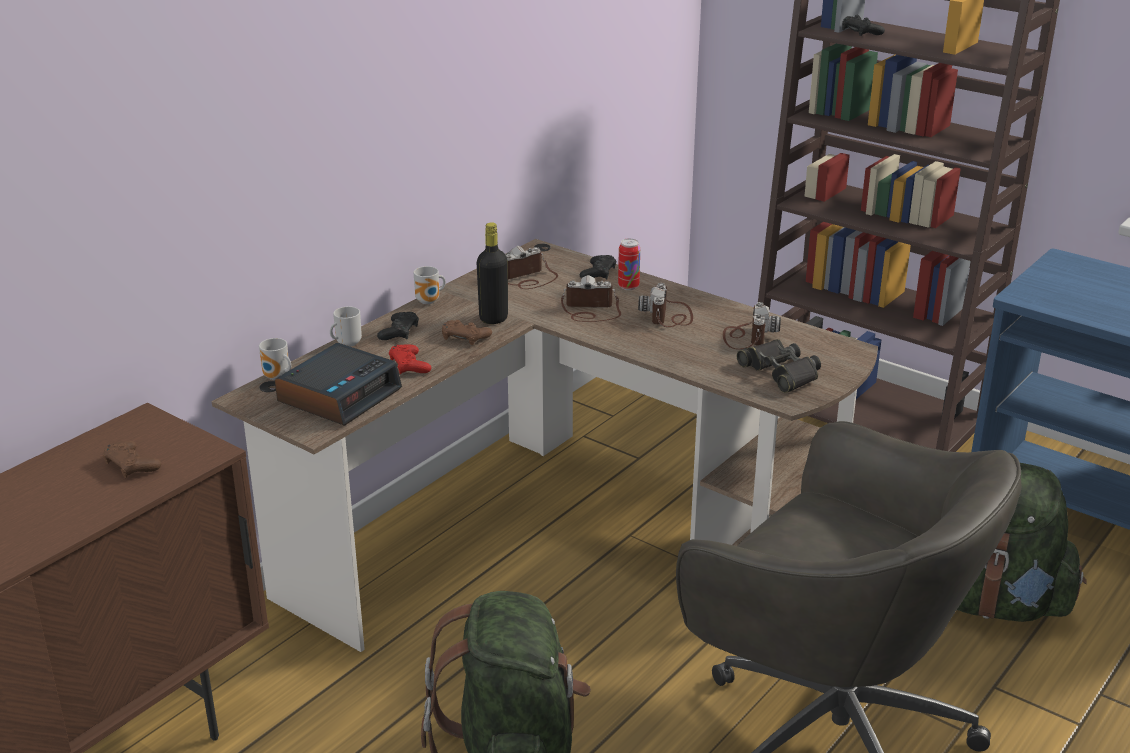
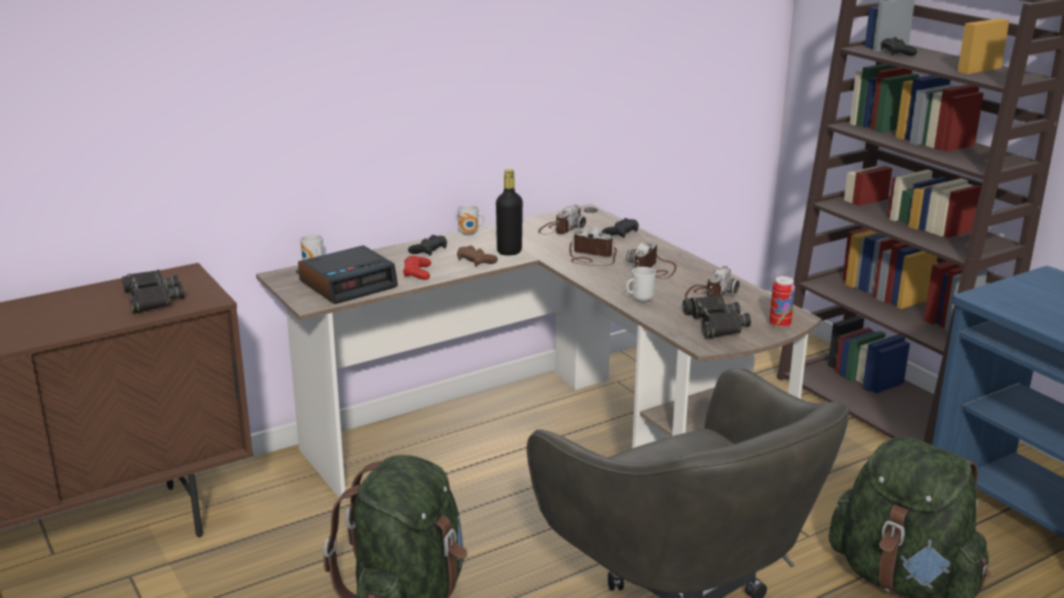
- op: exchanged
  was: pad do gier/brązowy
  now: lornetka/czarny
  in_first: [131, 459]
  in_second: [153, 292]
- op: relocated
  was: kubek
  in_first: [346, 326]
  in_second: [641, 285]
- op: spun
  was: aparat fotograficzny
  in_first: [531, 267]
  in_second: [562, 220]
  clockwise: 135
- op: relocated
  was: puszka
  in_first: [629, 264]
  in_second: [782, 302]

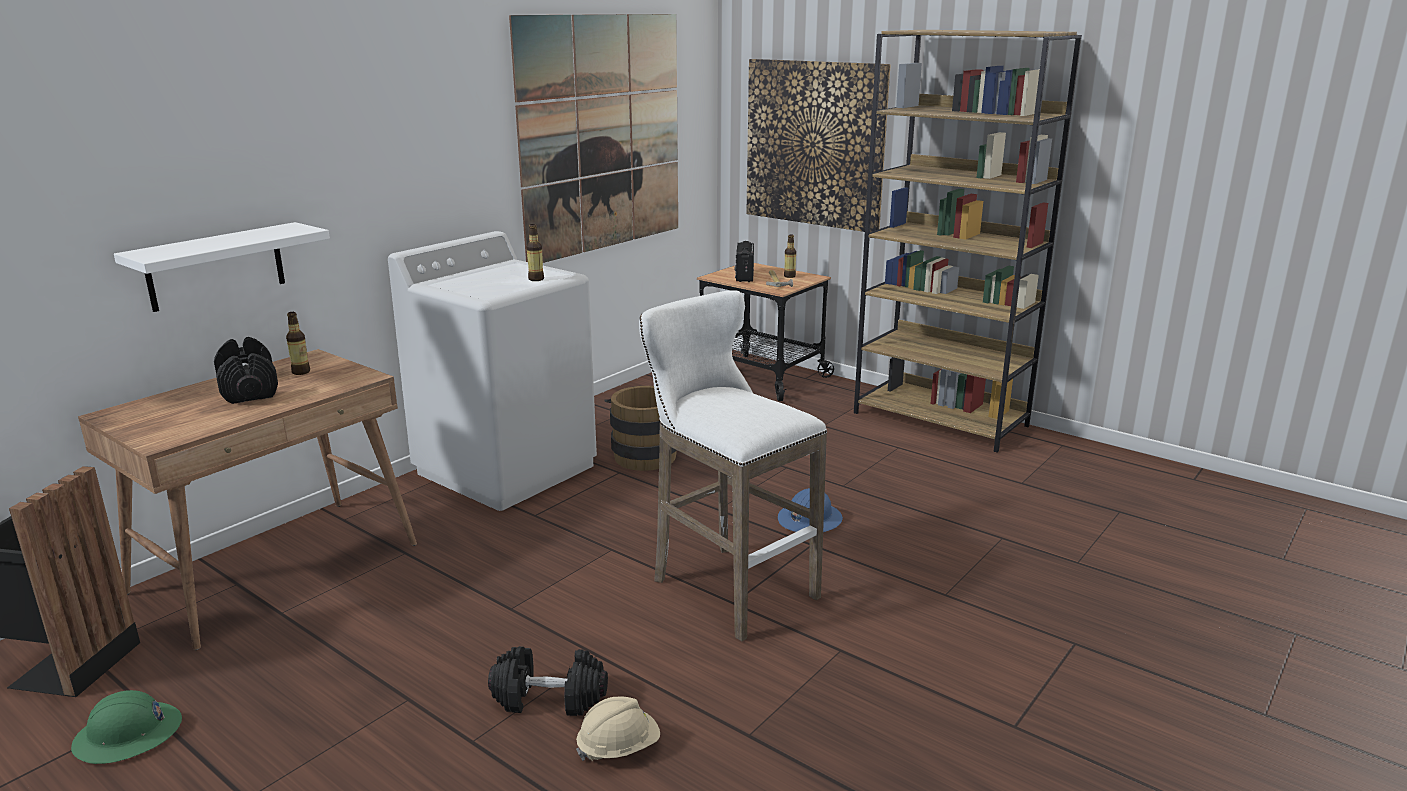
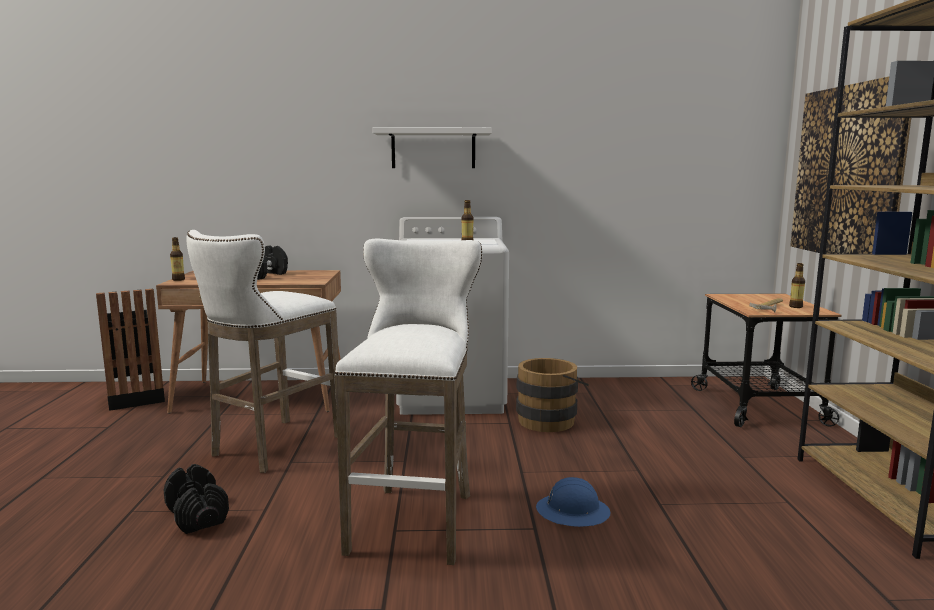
- op: missing
  was: kask/zielony
  in_first: [126, 727]
- op: relocated
  was: półka/biały
  in_first: [222, 267]
  in_second: [432, 147]
- op: relocated
  was: butelka
  in_first: [298, 343]
  in_second: [177, 259]
- op: missing
  was: obraz
  in_first: [593, 138]
- op: missing
  was: kask/beżowy
  in_first: [618, 729]
- op: missing
  was: radio
  in_first: [744, 261]
- op: appeared
  now: stołek/biały
  in_second: [262, 351]

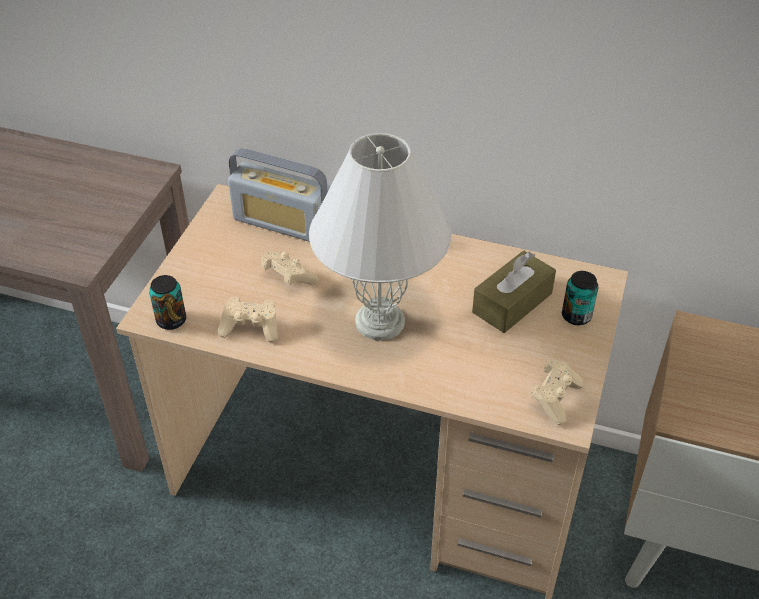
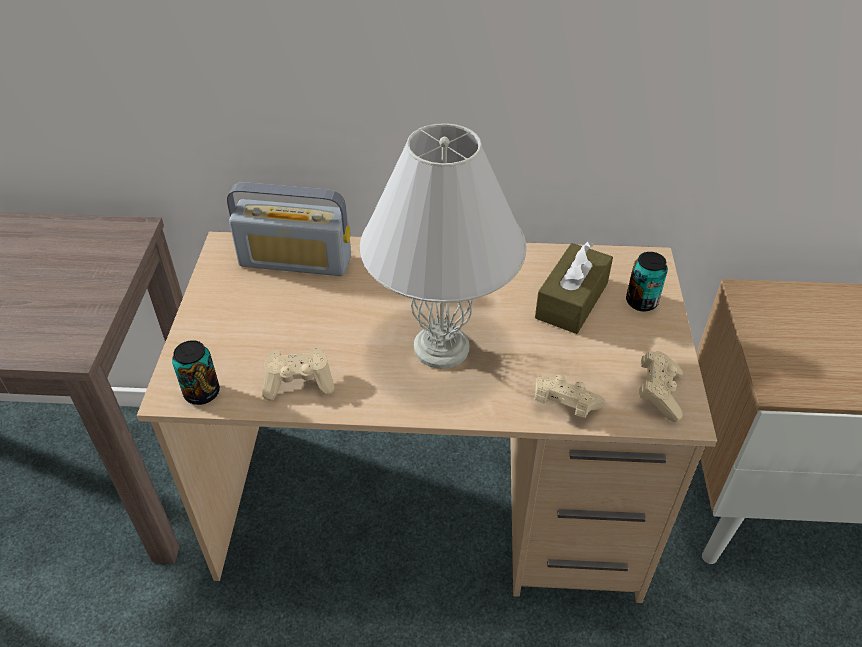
- op: relocated
  was: pad do gier/beżowy
  in_first: [289, 268]
  in_second: [570, 396]

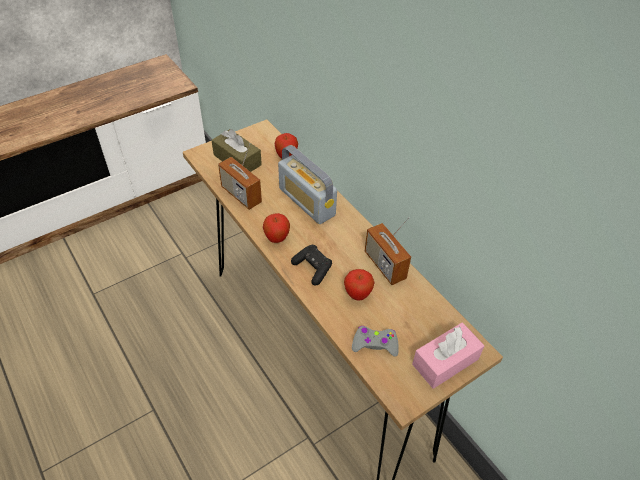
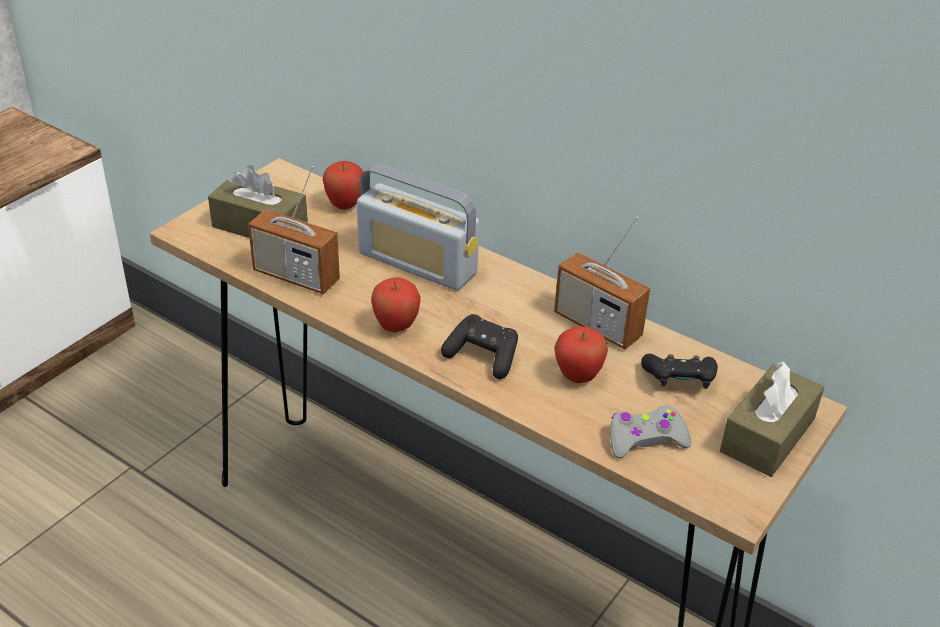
- op: colour
  was: pudełko chusteczek/różowy
  now: pudełko chusteczek/brązowy
  in_first: [448, 356]
  in_second: [772, 419]
- op: appeared
  now: pad do gier/czarny
  in_second: [679, 371]

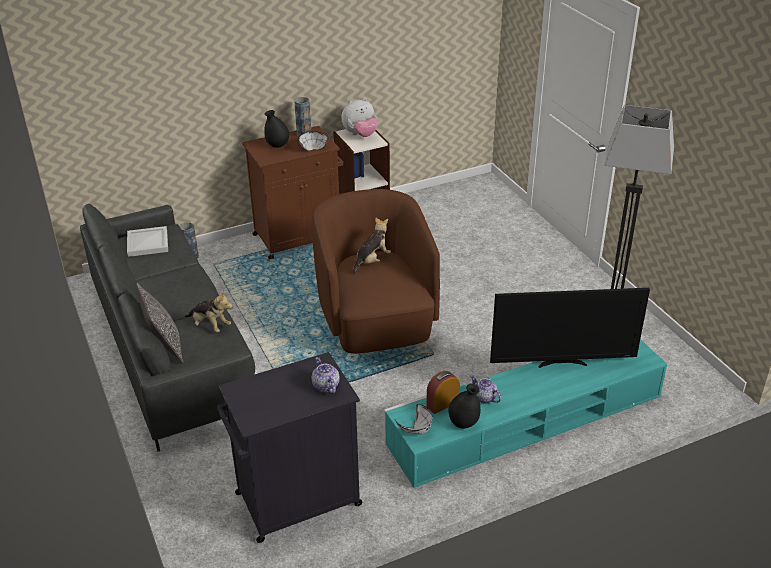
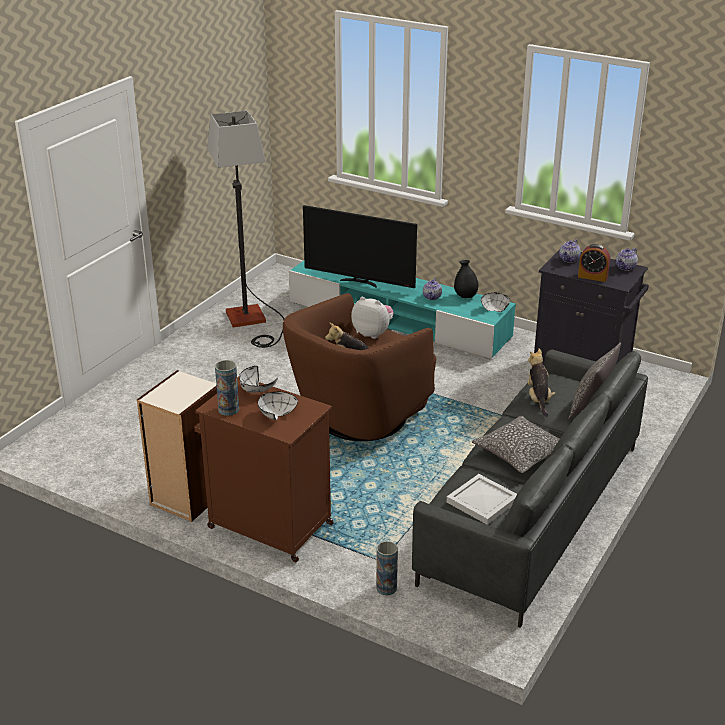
- op: exchanged
  was: wazon/czarny
  now: miska/biały
  in_first: [276, 129]
  in_second: [278, 406]
- op: relocated
  was: pluszak
  in_first: [359, 117]
  in_second: [372, 318]
- op: relocated
  was: budzik
  in_first: [443, 392]
  in_second: [594, 263]
- op: spun
  was: telewizor
  in_first: [570, 328]
  in_second: [360, 246]
  clockwise: 150
- op: appeared
  now: poduszka
  in_second: [515, 444]
- op: appeared
  now: imbryk
  in_second: [627, 259]

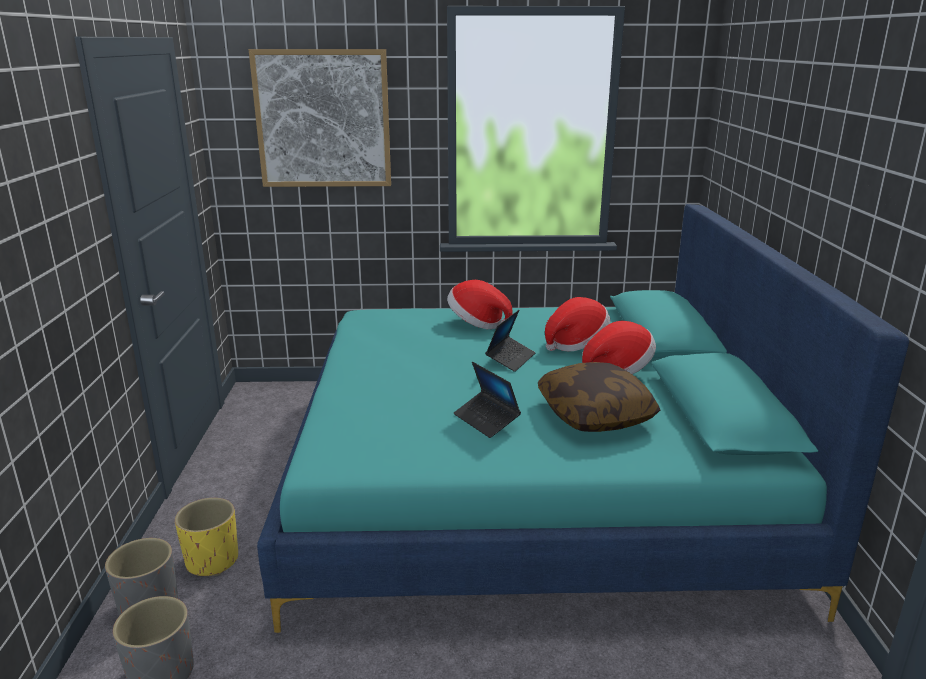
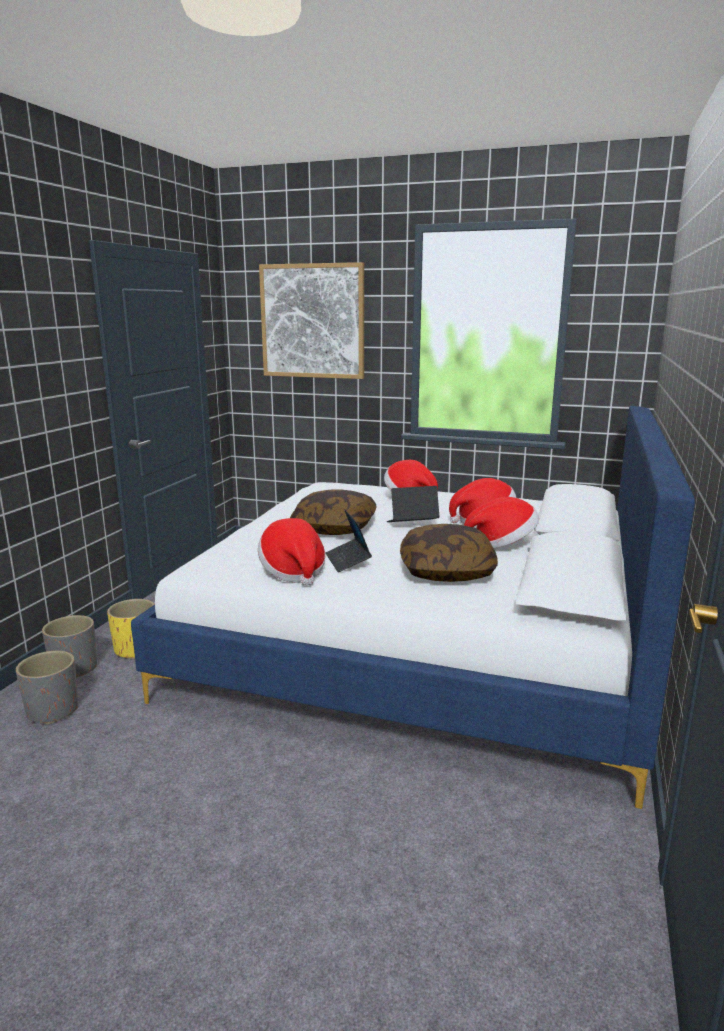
- op: colour
  was: łóżko/turkusowy
  now: łóżko/biały
  in_first: [583, 418]
  in_second: [413, 607]
- op: spun
  was: laptop
  in_first: [510, 341]
  in_second: [413, 504]
  clockwise: -150
- op: appeared
  now: kapelusz
  in_second: [291, 552]
- op: appeared
  now: poduszka
  in_second: [333, 512]

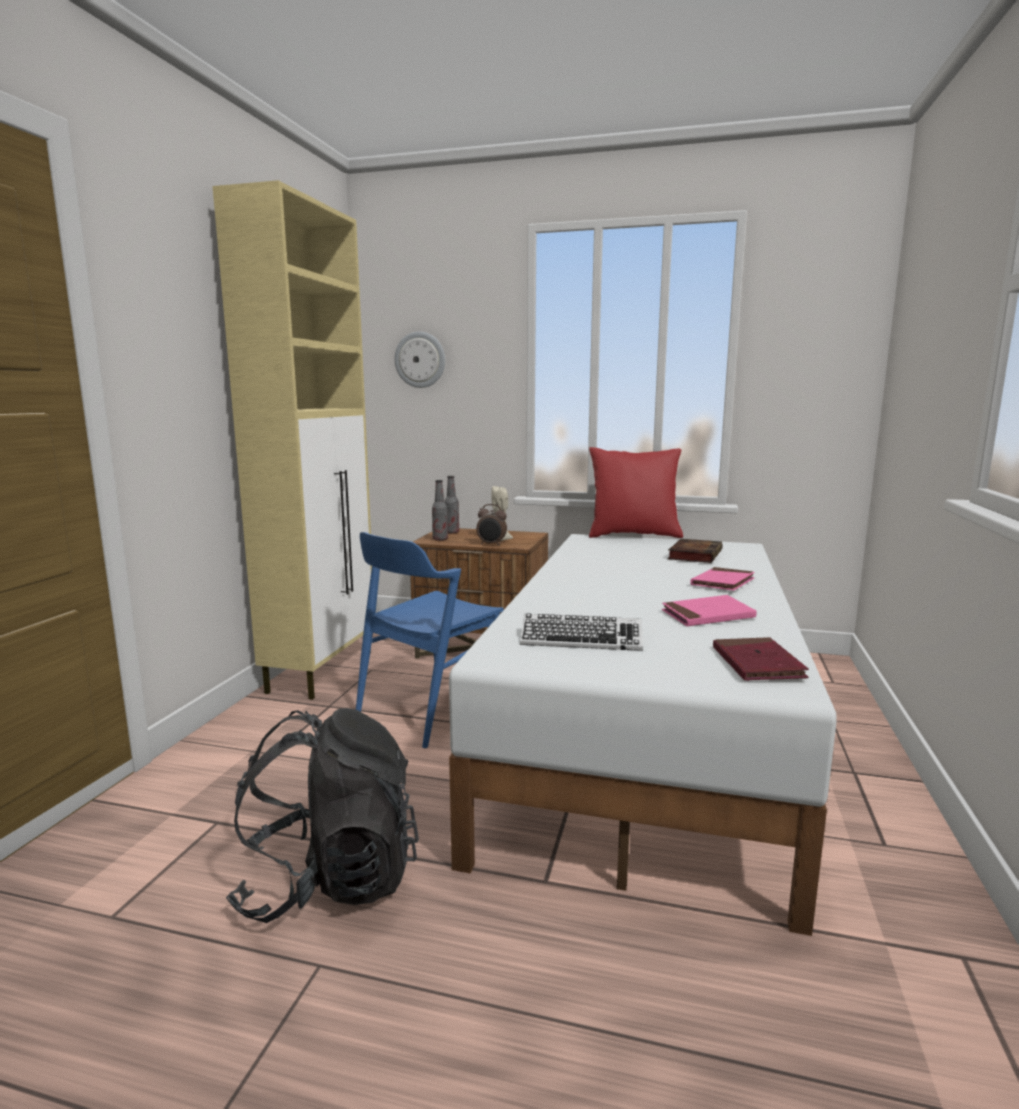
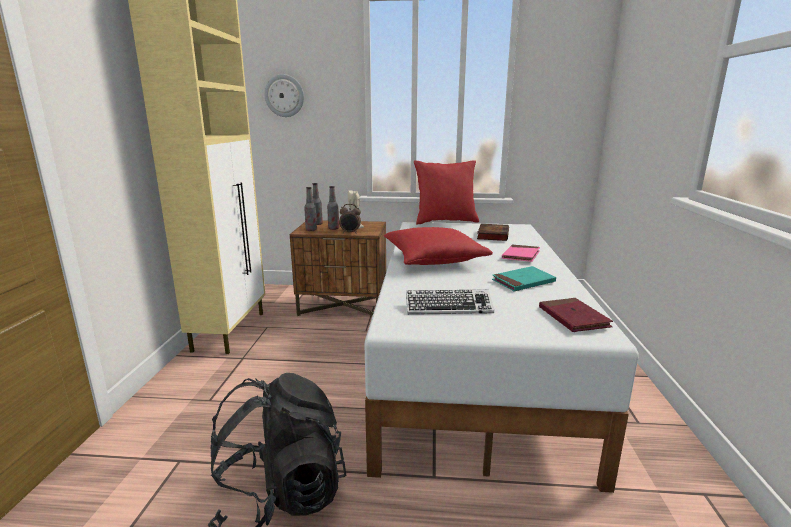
- op: missing
  was: krzesło/niebieski
  in_first: [430, 640]
- op: colour
  was: książka/różowy
  now: książka/turkusowy
  in_first: [709, 610]
  in_second: [524, 279]
- op: appeared
  now: butelka
  in_second: [333, 208]
- op: appeared
  now: poduszka/czerwony
  in_second: [438, 246]

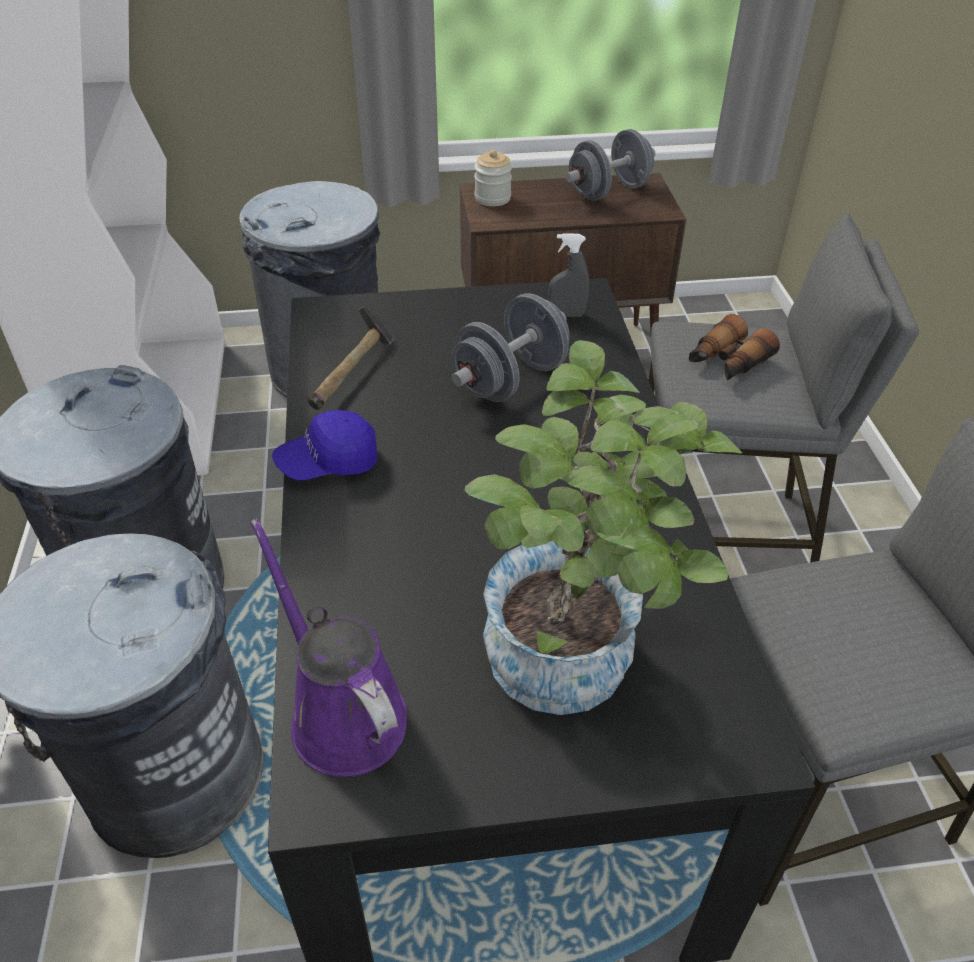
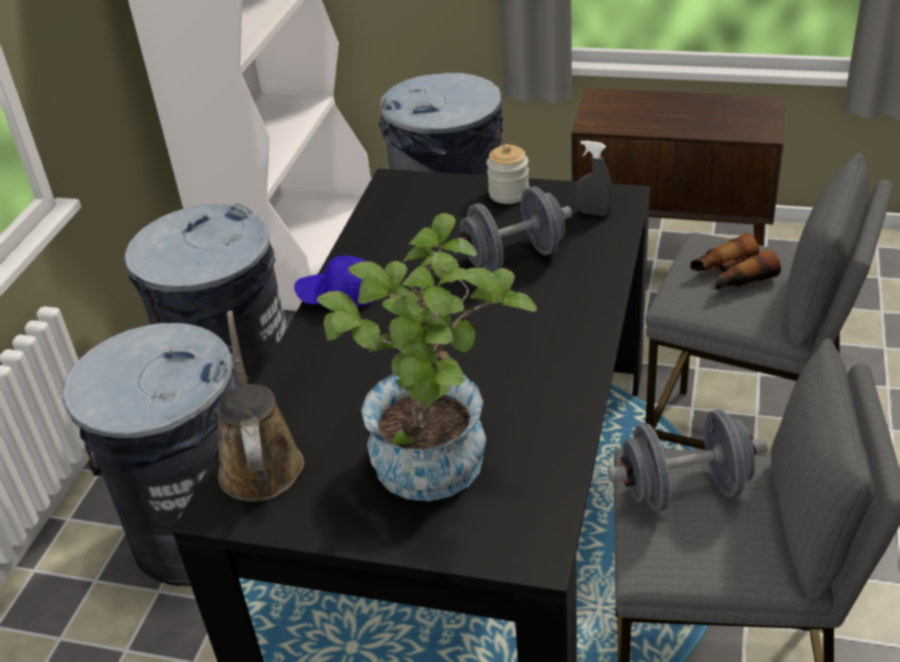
- op: colour
  was: konewka/fioletowy
  now: konewka/brązowy
  in_first: [328, 647]
  in_second: [260, 406]
- op: missing
  was: młotek
  in_first: [351, 358]
- op: relocated
  was: słoik
  in_first: [493, 178]
  in_second: [508, 174]
- op: relocated
  was: hantel/szary
  in_first: [610, 165]
  in_second: [687, 461]

